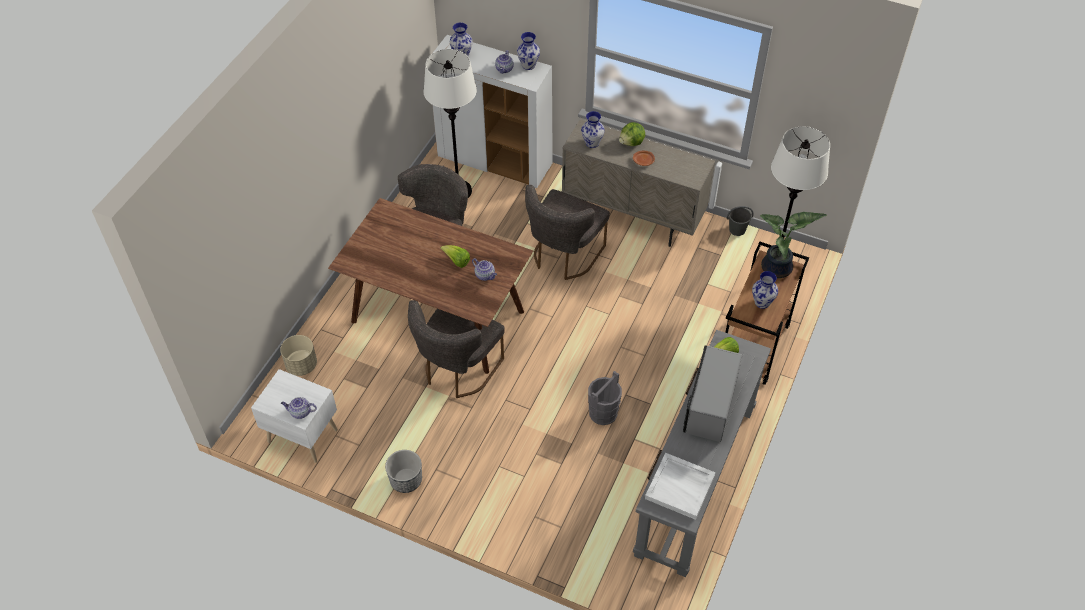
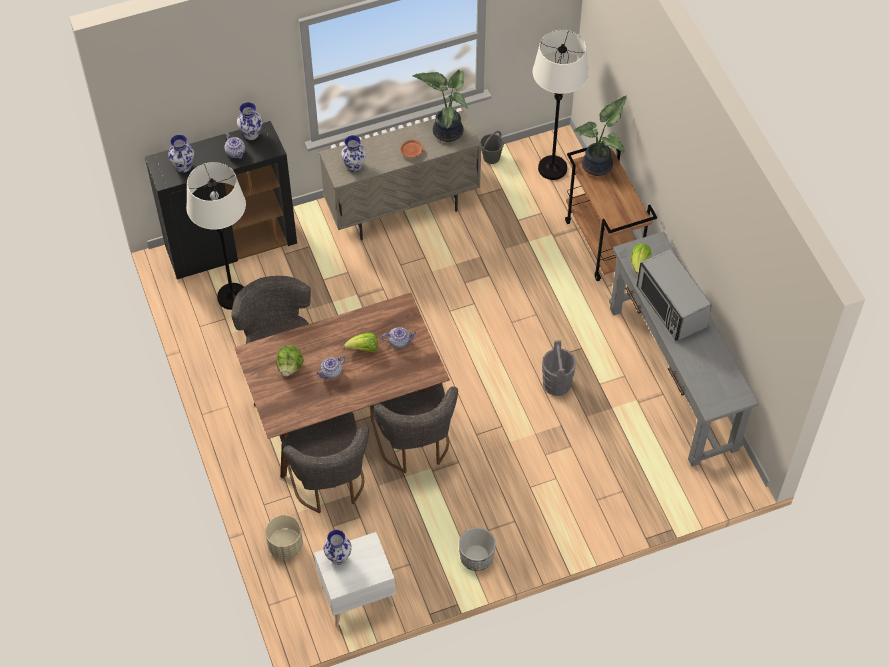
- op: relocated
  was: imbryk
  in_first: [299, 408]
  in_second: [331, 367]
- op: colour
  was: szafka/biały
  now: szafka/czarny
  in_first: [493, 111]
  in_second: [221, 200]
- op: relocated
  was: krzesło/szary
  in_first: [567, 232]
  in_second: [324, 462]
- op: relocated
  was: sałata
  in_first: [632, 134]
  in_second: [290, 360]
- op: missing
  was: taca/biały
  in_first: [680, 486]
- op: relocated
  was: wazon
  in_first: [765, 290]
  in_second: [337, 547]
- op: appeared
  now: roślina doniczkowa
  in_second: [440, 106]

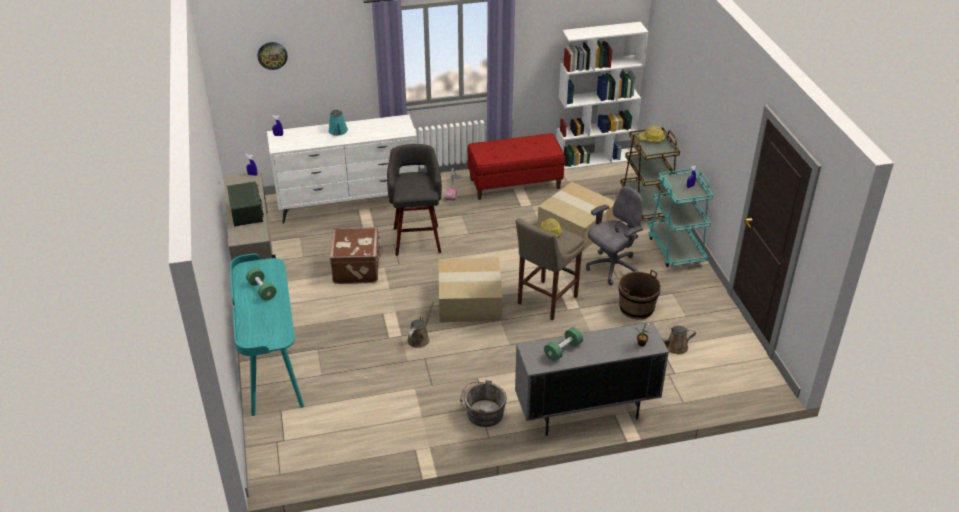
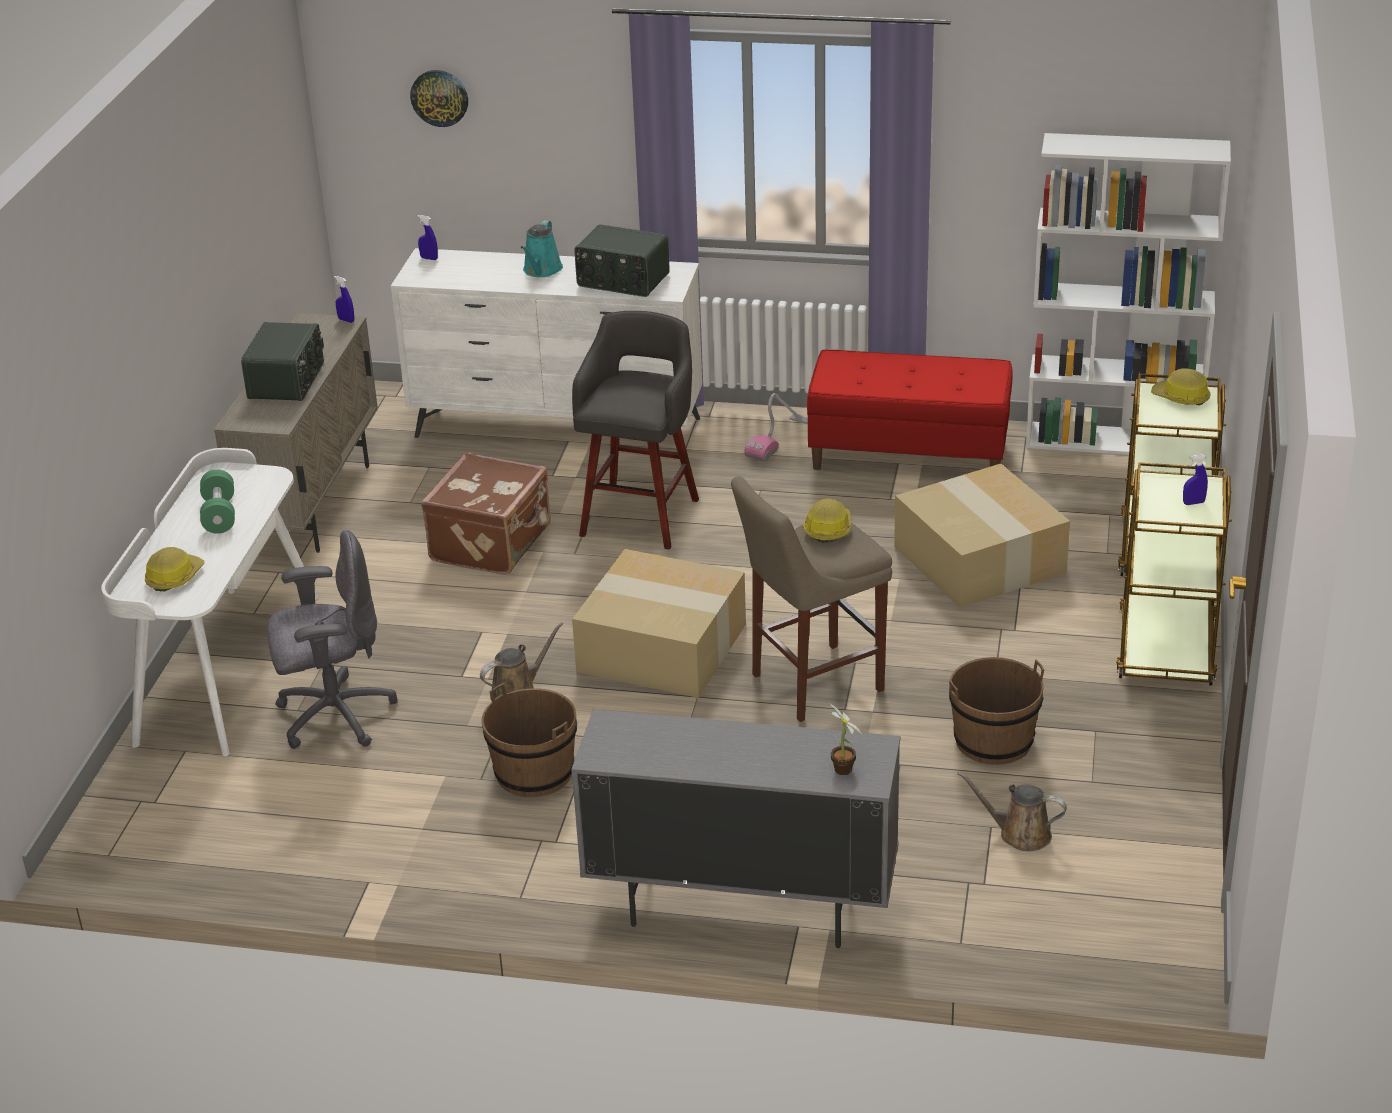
- op: colour
  was: biurko/turkusowy
  now: biurko/biały
  in_first: [267, 334]
  in_second: [209, 602]
- op: missing
  was: wiadro/szary
  in_first: [483, 403]
- op: missing
  was: hantel/zielony
  in_first: [563, 344]
- op: relocated
  was: krzesło biurowe/szary
  in_first: [614, 235]
  in_second: [332, 639]
- op: colour
  was: wózek/turkusowy
  now: wózek/brązowy
  in_first: [680, 218]
  in_second: [1174, 574]
- op: appeared
  now: kask
  in_second: [174, 569]
- op: appeared
  now: wiadro/brązowy
  in_second: [529, 740]
- op: appeared
  now: radio
  in_second: [622, 261]

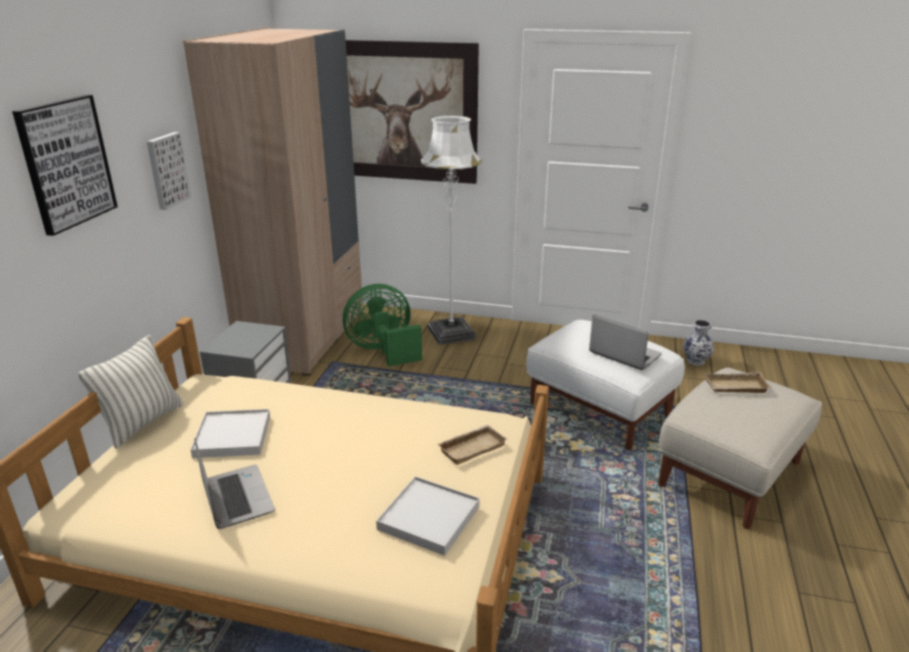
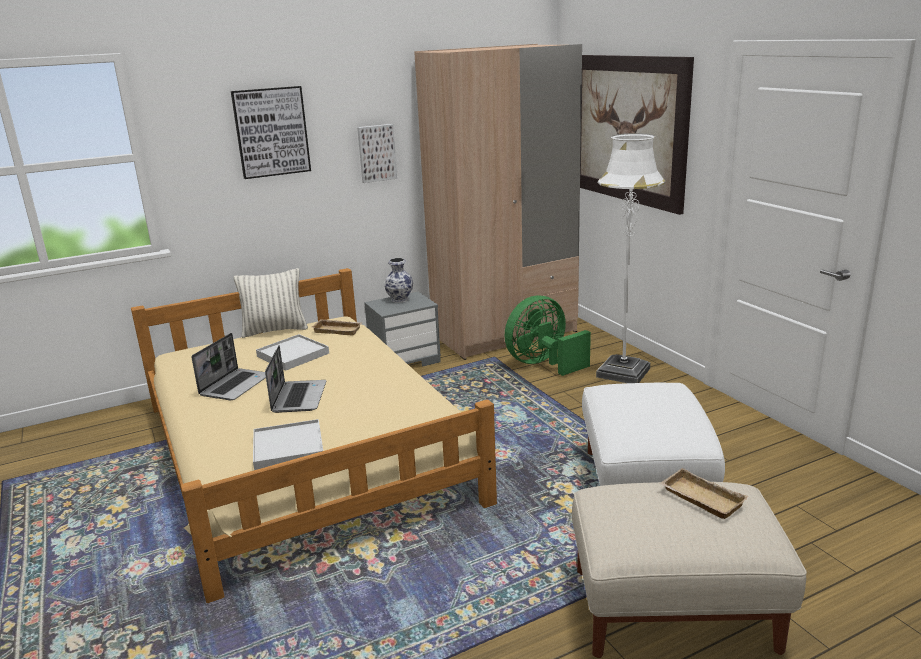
- op: spun
  was: wentylator/zielony
  in_first: [382, 325]
  in_second: [548, 336]
  clockwise: -60
- op: relocated
  was: taca/beżowy
  in_first: [472, 445]
  in_second: [337, 327]
- op: relocated
  was: laptop
  in_first: [625, 342]
  in_second: [295, 379]
- op: relocated
  was: wazon
  in_first: [698, 343]
  in_second: [398, 280]

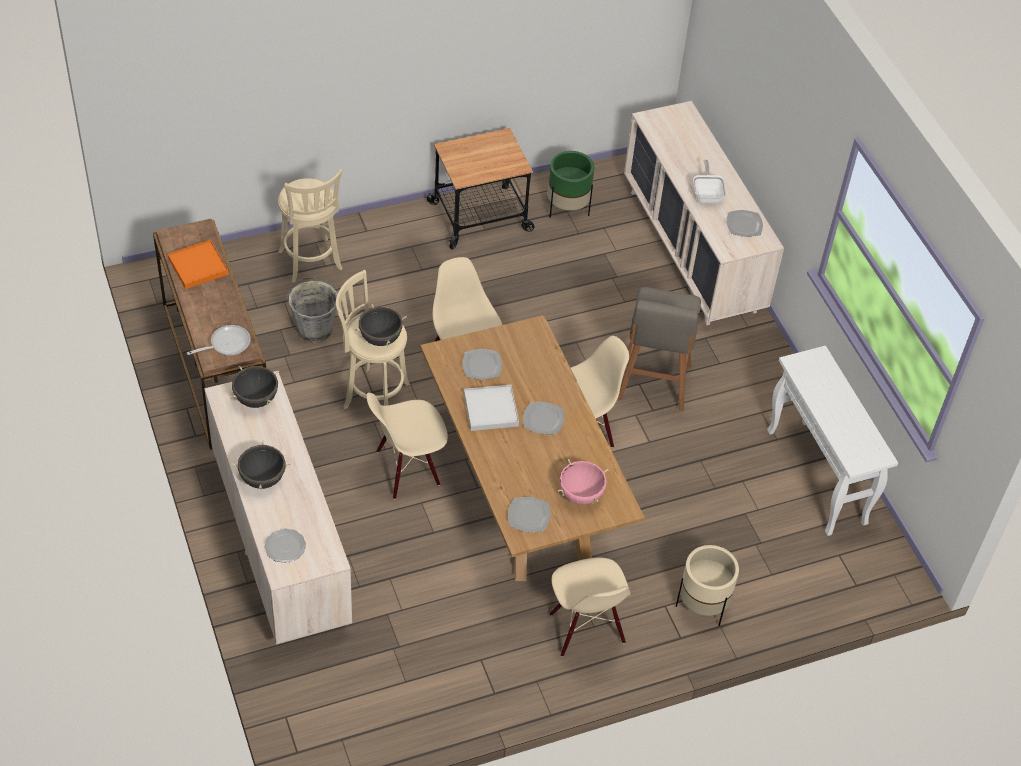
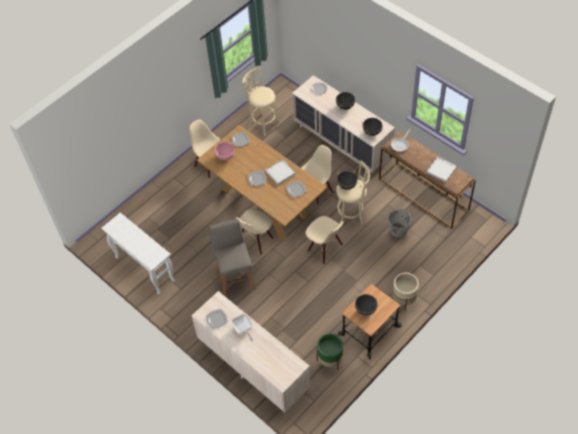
- op: colour
  was: taca/pomarańczowy
  now: taca/biały
  in_first: [198, 264]
  in_second: [442, 170]
- op: relocated
  was: stołek/beżowy
  in_first: [310, 226]
  in_second: [261, 101]
- op: relocated
  was: donica/beżowy
  in_first: [707, 585]
  in_second: [405, 291]
- op: appeared
  now: garnek/czarny
  in_second: [366, 305]

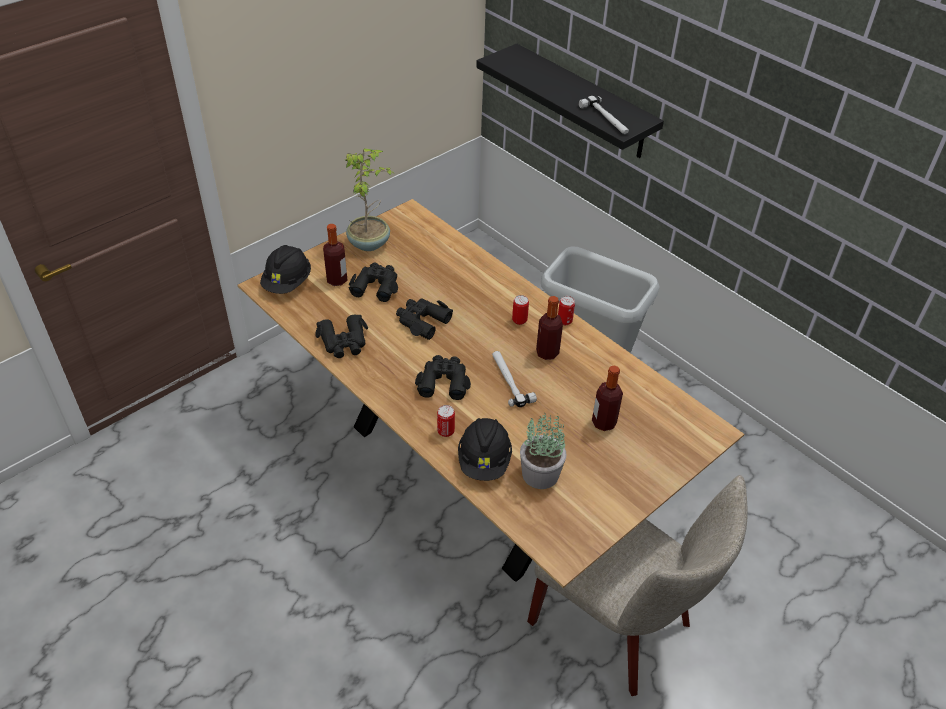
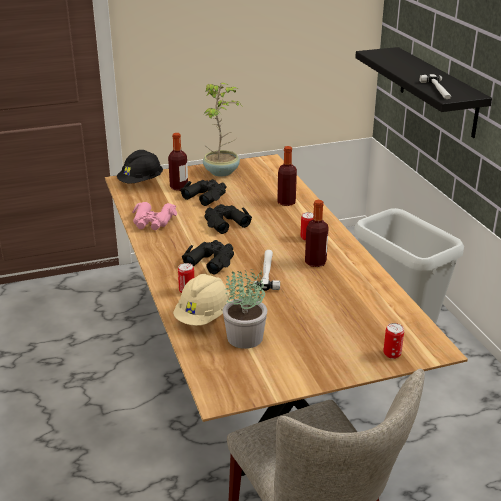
- op: colour
  was: lornetka/czarny
  now: lornetka/różowy
  in_first: [341, 336]
  in_second: [154, 216]
- op: colour
  was: kask/czarny
  now: kask/beżowy
  in_first: [485, 449]
  in_second: [202, 300]
- op: relocated
  was: puszka
  in_first: [566, 310]
  in_second: [393, 341]
- op: relocated
  was: butelka
  in_first: [607, 398]
  in_second: [287, 176]

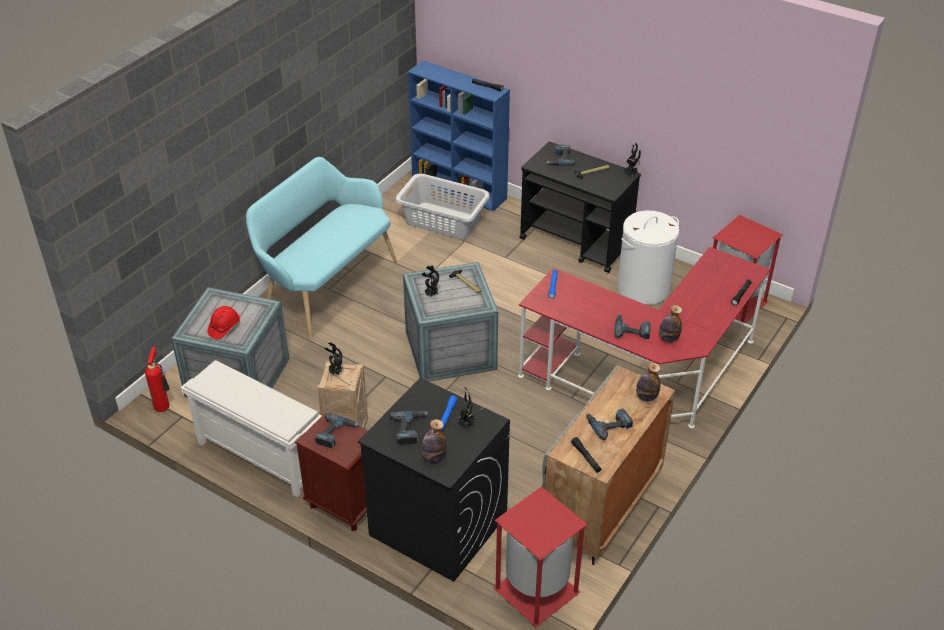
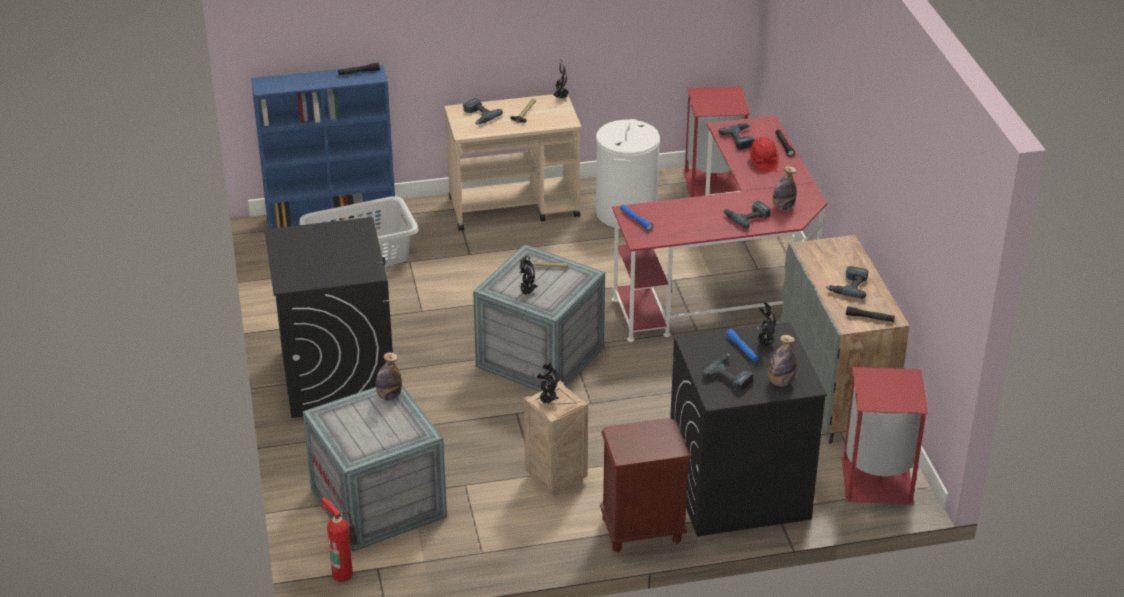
- op: missing
  was: regał na buty/biały
  in_first: [251, 428]
- op: relocated
  was: kask/czerwony
  in_first: [223, 322]
  in_second: [763, 155]
- op: exchanged
  was: ławka/turkusowy
  now: pralka/czarny
  in_first: [321, 248]
  in_second: [328, 317]
- op: relocated
  was: wiertarka
  in_first: [337, 430]
  in_second: [736, 136]
- op: colour
  was: wózek/czarny
  now: wózek/beżowy
  in_first: [580, 207]
  in_second: [513, 162]
- op: relocated
  was: butelka
  in_first: [648, 382]
  in_second: [389, 376]

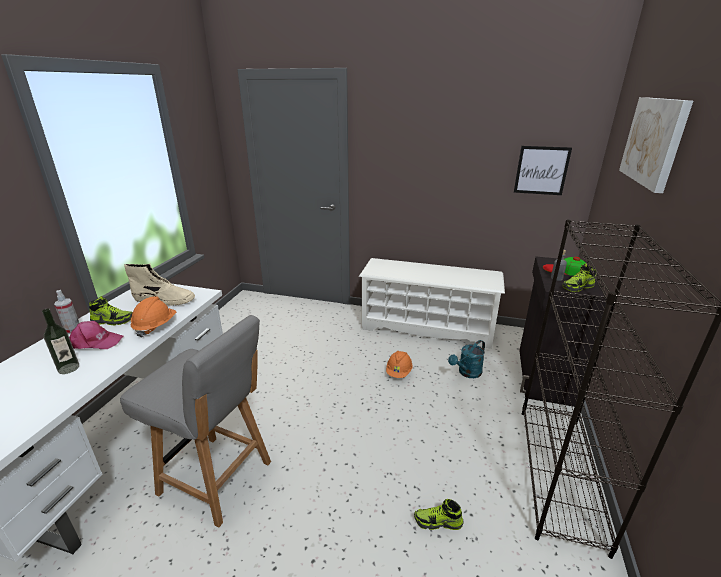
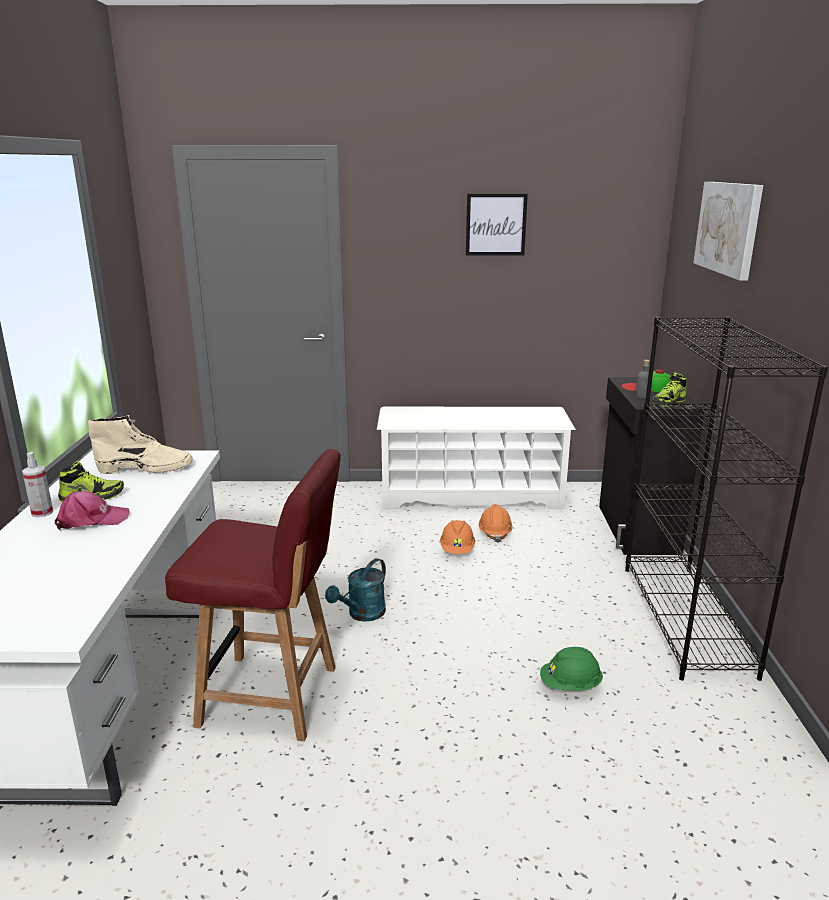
- op: missing
  was: butelka
  in_first: [60, 341]
- op: colour
  was: krzesło/szary
  now: krzesło/czerwony
  in_first: [195, 421]
  in_second: [253, 595]
- op: relocated
  was: kask/pomarańczowy
  in_first: [153, 317]
  in_second: [495, 523]
- op: exchanged
  was: but
  now: kask/zielony
  in_first: [438, 514]
  in_second: [571, 669]
- op: relocated
  was: konewka/turkusowy
  in_first: [466, 359]
  in_second: [355, 590]
- op: relocated
  was: obraz
  in_first: [543, 170]
  in_second: [497, 225]

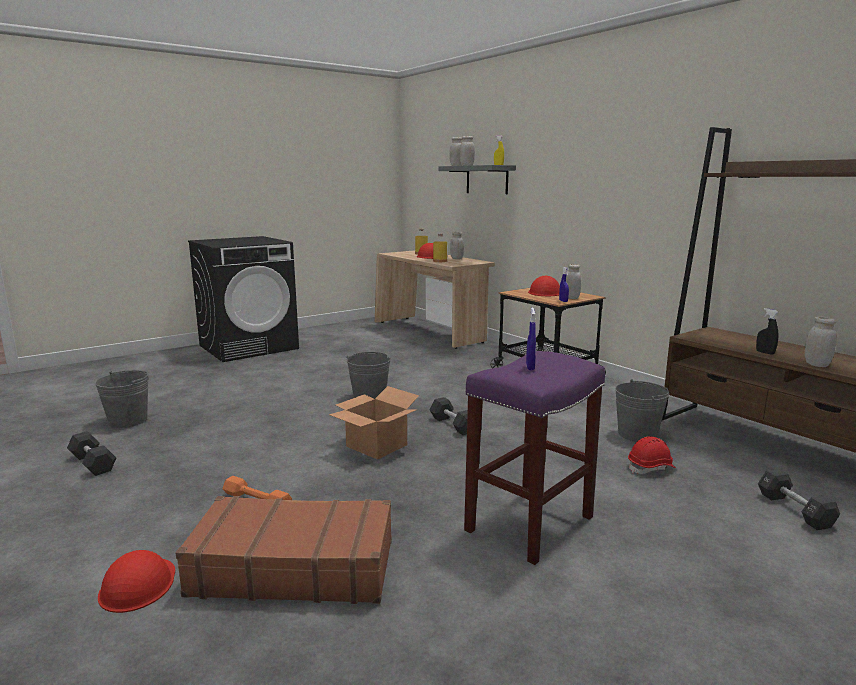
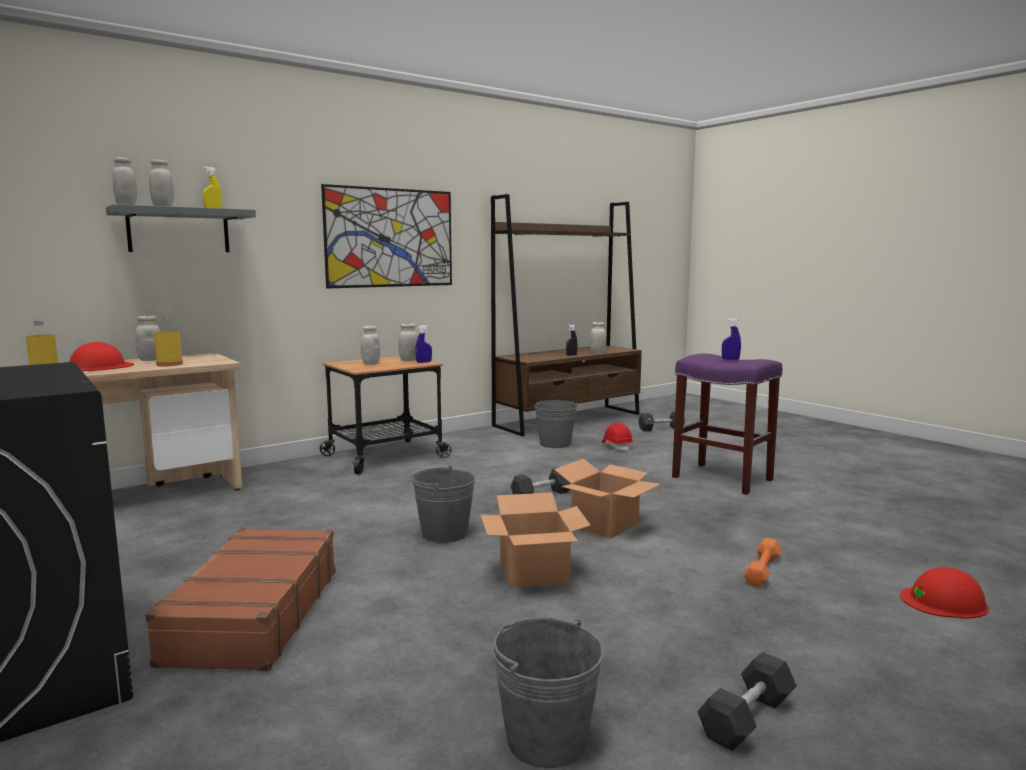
- op: relocated
  was: walizka/brązowy
  in_first: [284, 550]
  in_second: [240, 599]
- op: exchanged
  was: kask/czerwony
  now: słoik/biały
  in_first: [544, 286]
  in_second: [370, 345]
- op: appeared
  now: obraz
  in_second: [386, 236]
- op: appeared
  now: karton
  in_second: [536, 540]

